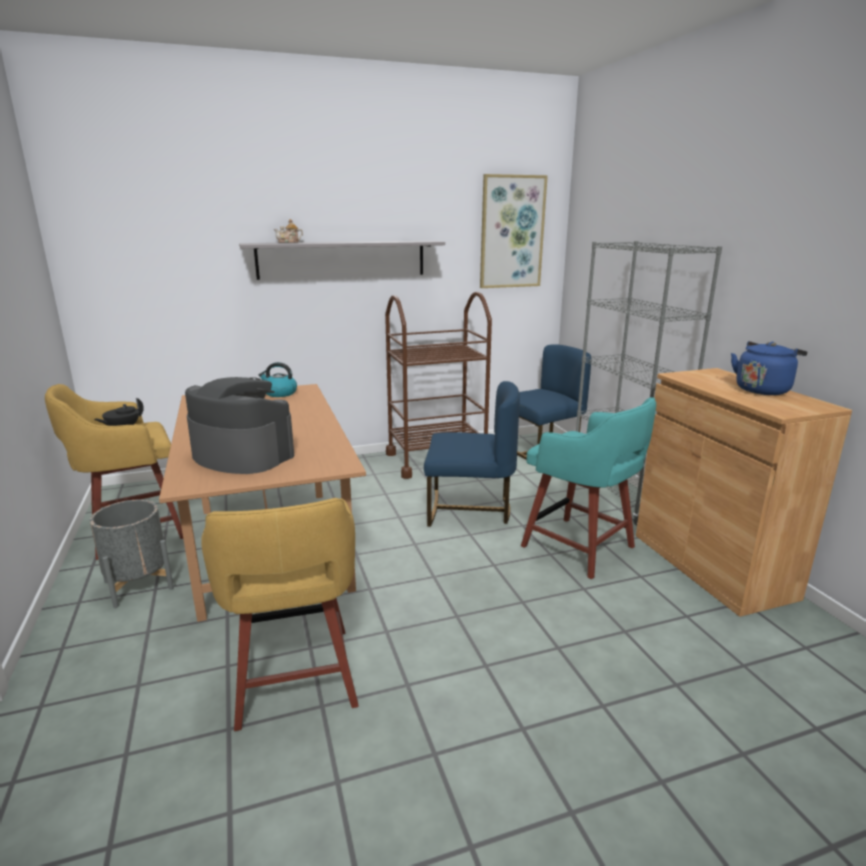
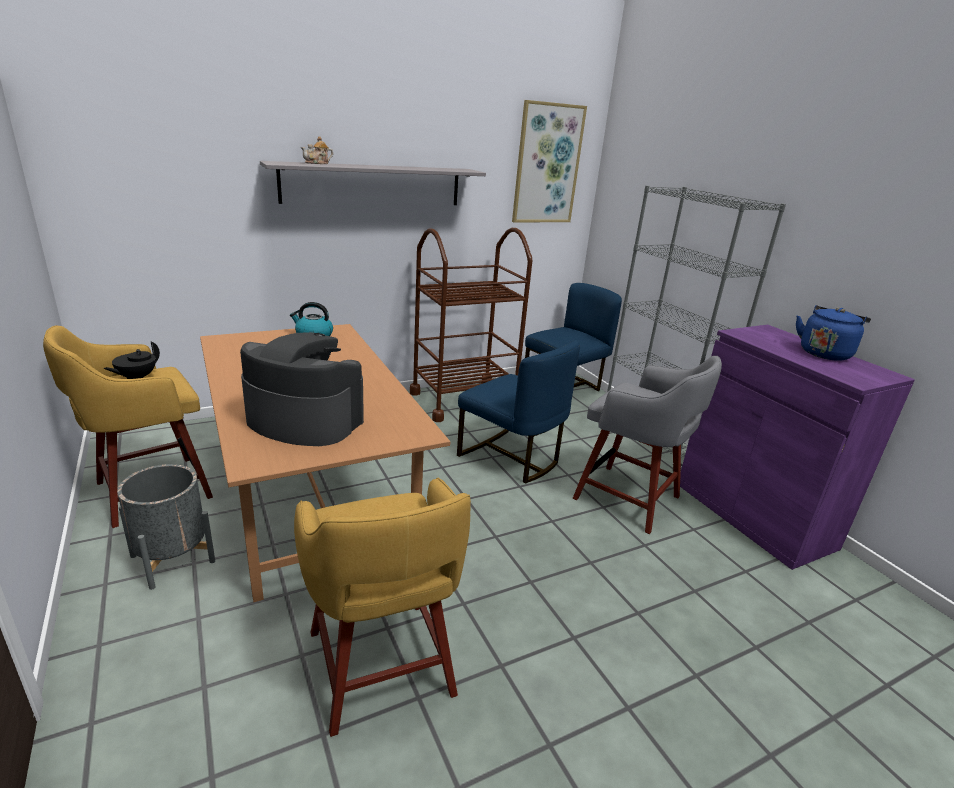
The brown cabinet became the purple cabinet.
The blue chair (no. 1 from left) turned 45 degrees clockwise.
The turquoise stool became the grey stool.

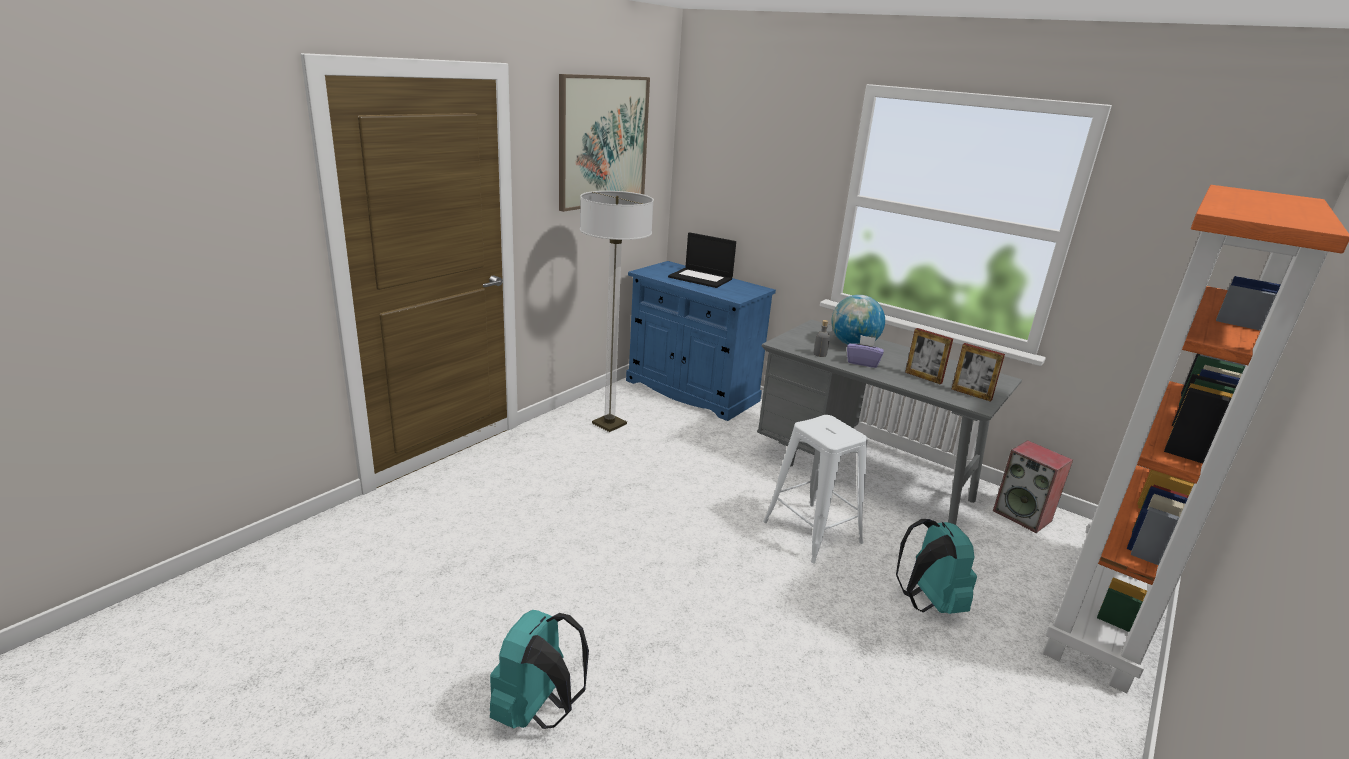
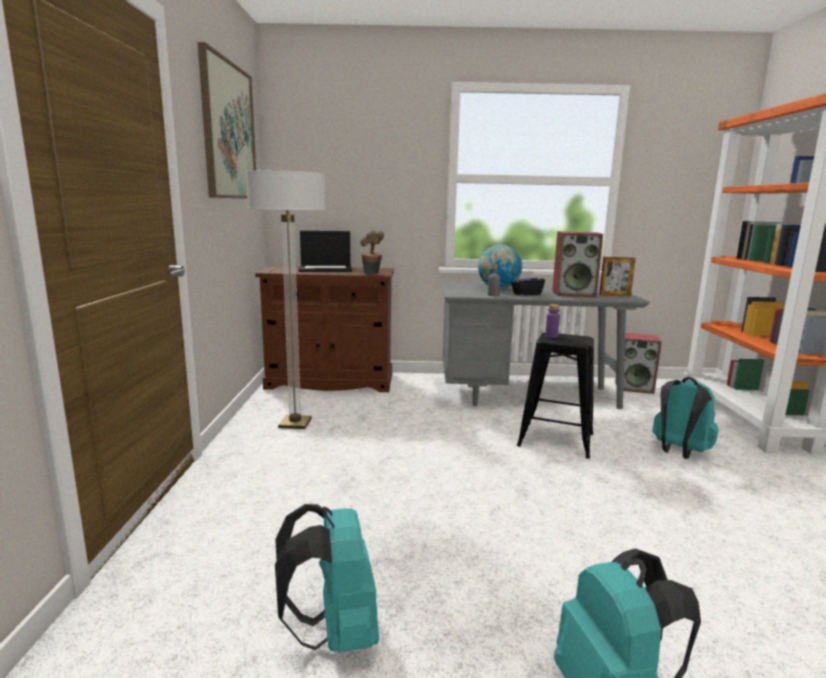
The blue cabinet became the brown cabinet.
The picture frame (no. 1 from left) was replaced by the speaker (no. 1 from left).
The purple tissue box became the black tissue box.
The white stool became the black stool.
The potted plant appeared.
The purple bottle appeared.
The turquoise backpack (no. 1 from left) appeared.

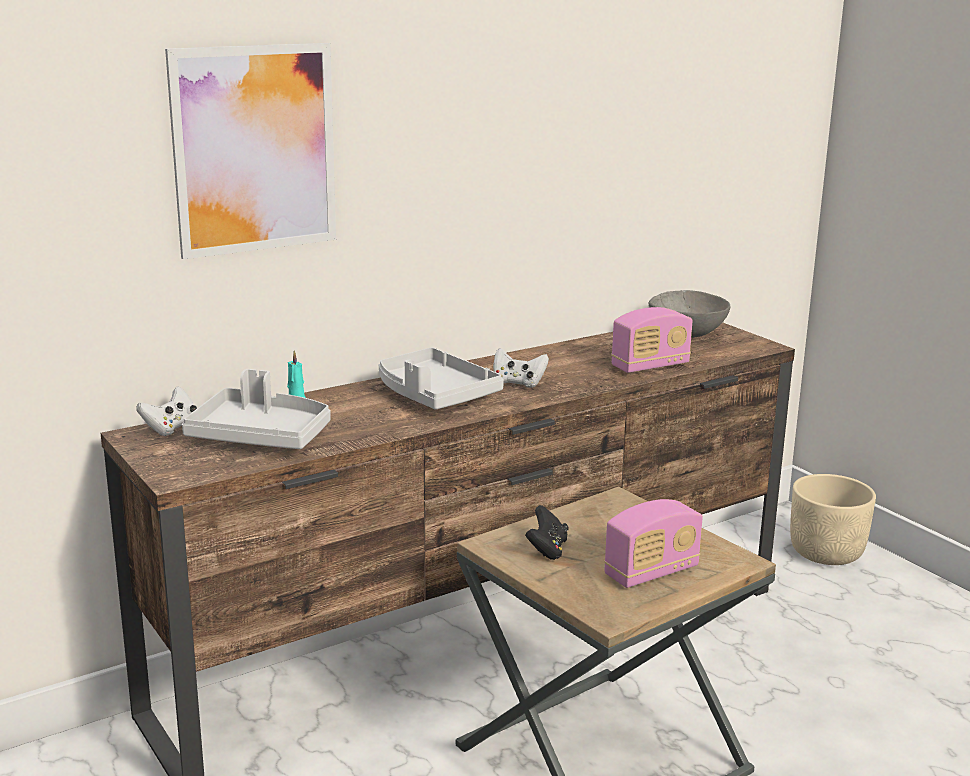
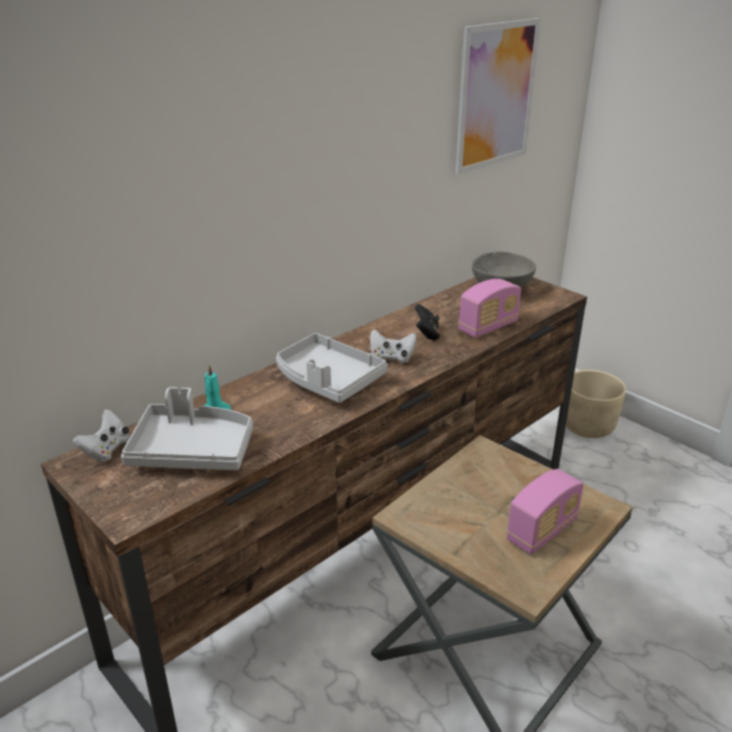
The picture moved.
The black game controller moved.

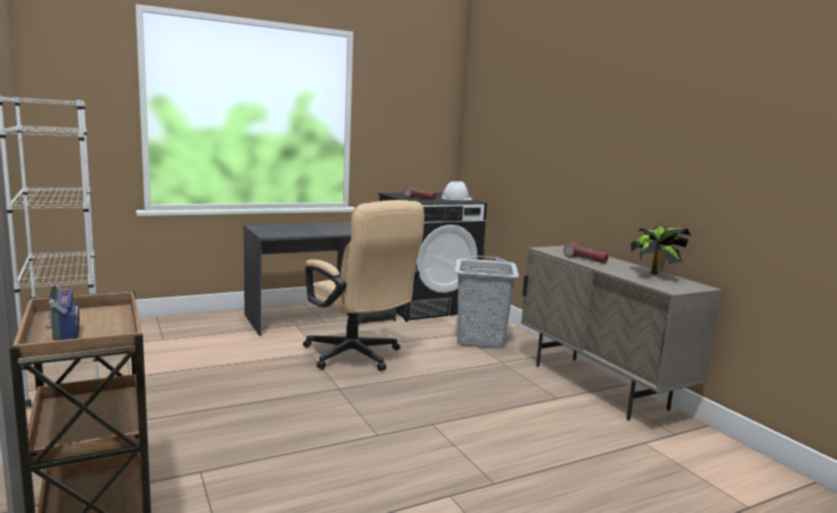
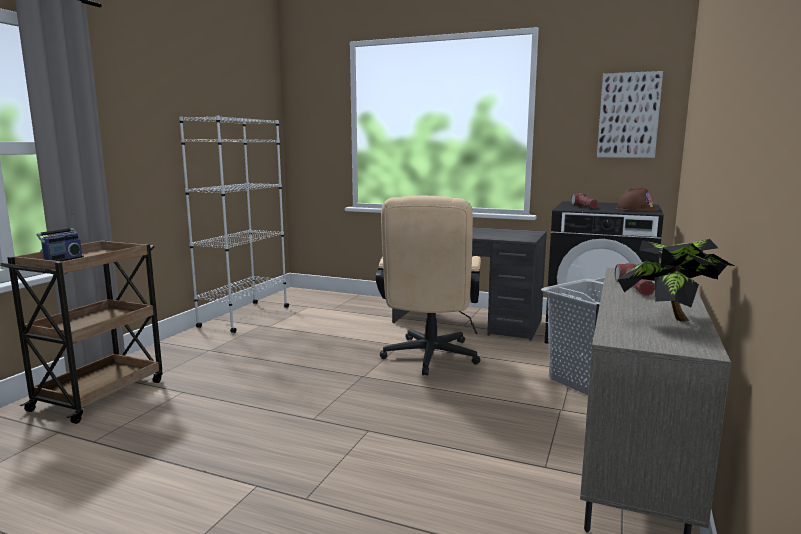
The white hard hat became the brown hard hat.
The picture appeared.

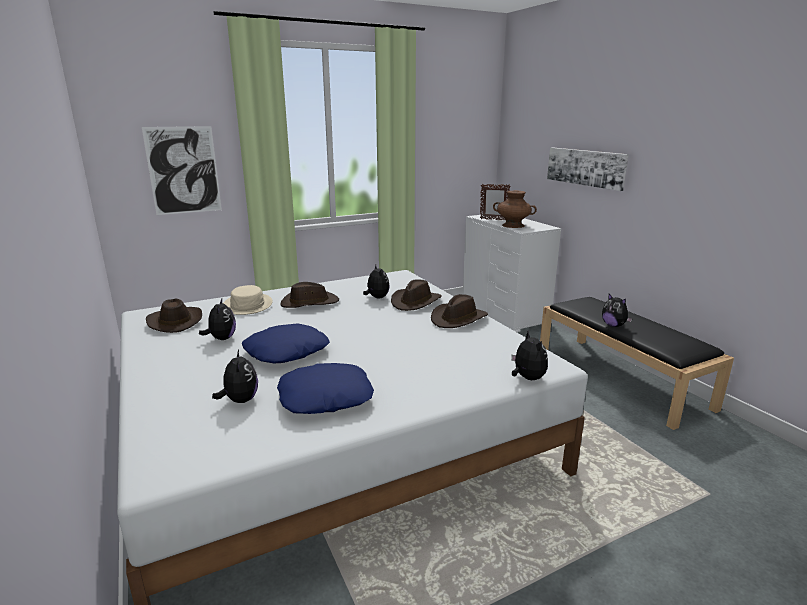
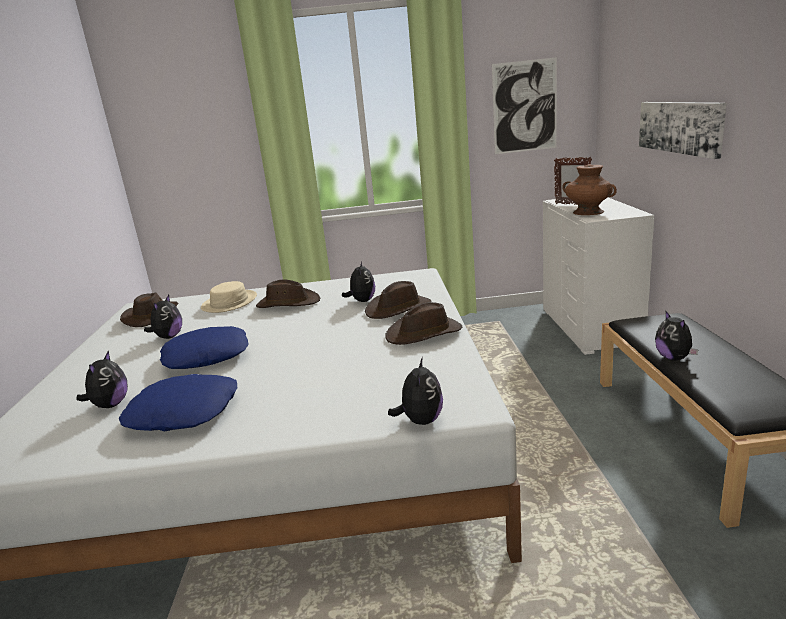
The picture (no. 1 from left) moved.

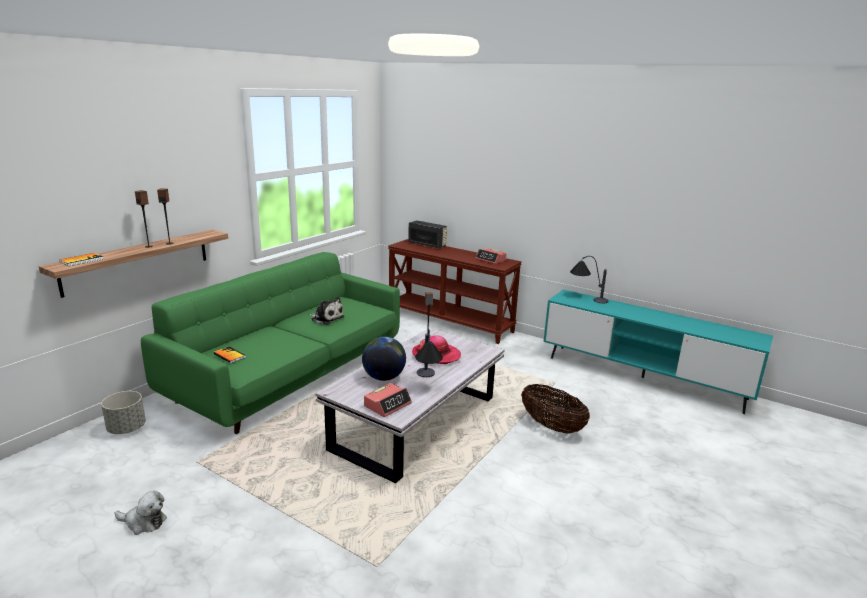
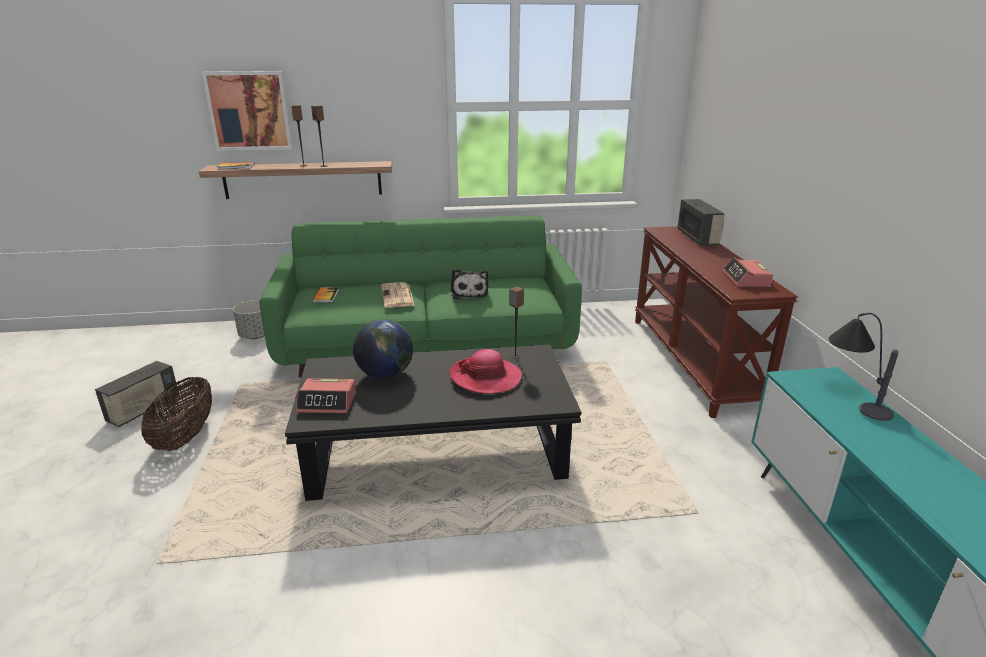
The white coffee table became the black coffee table.
The table lamp (no. 1 from left) disappeared.
The basket moved.
The plush toy (no. 1 from left) was replaced by the radio (no. 1 from left).
The picture appeared.
The newspaper appeared.

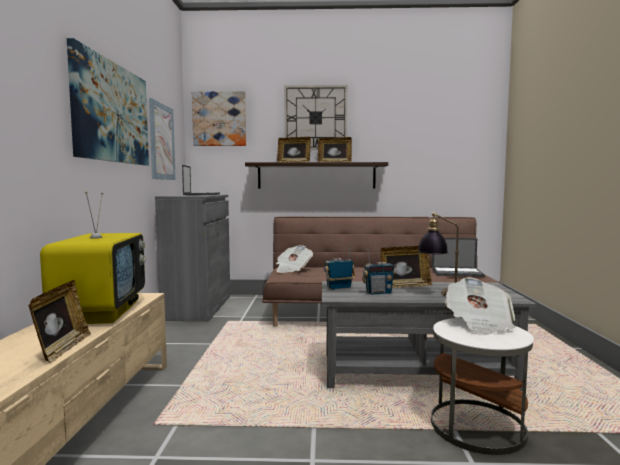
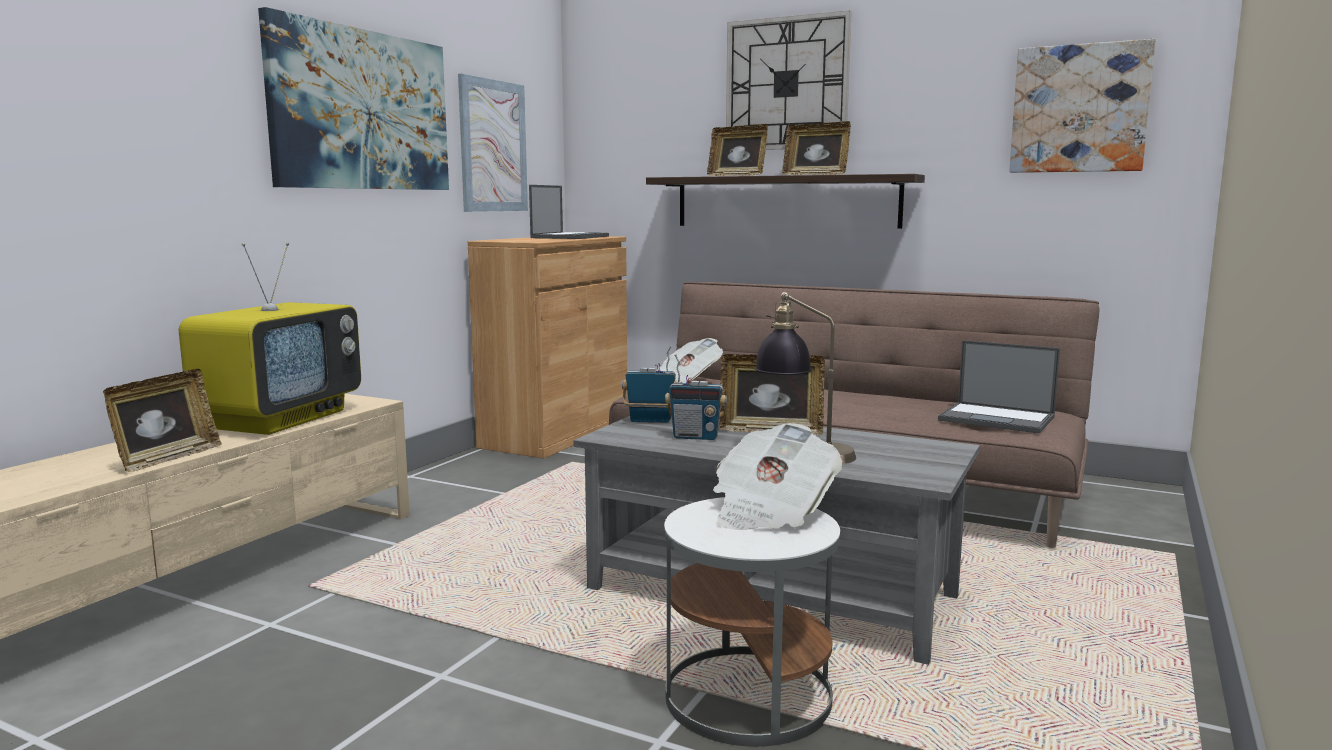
The picture (no. 3 from left) moved.
The grey cabinet became the brown cabinet.

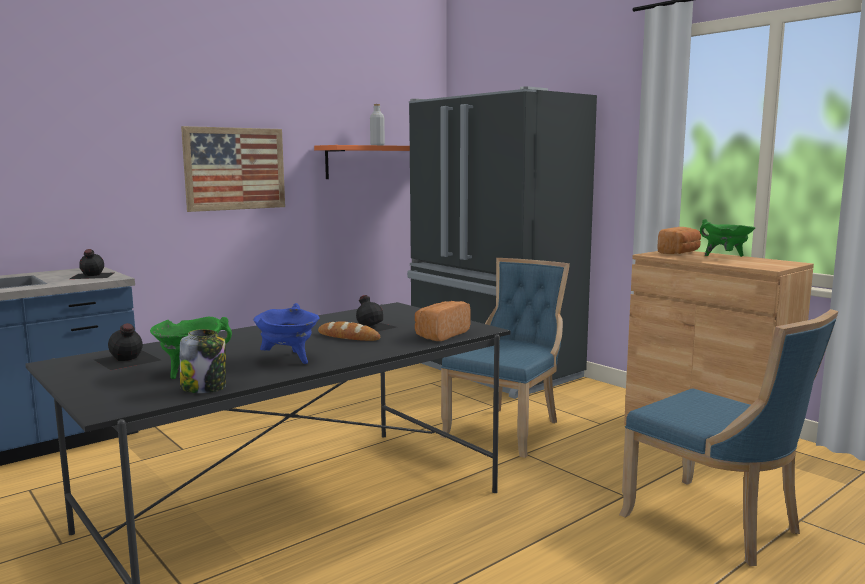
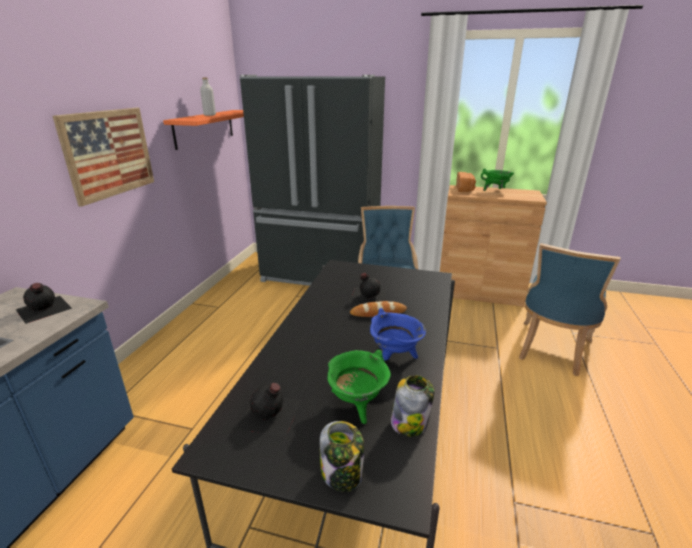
The bread (no. 2 from left) disappeared.
The blue chair (no. 2 from left) turned 105 degrees clockwise.
The jar (no. 1 from left) appeared.

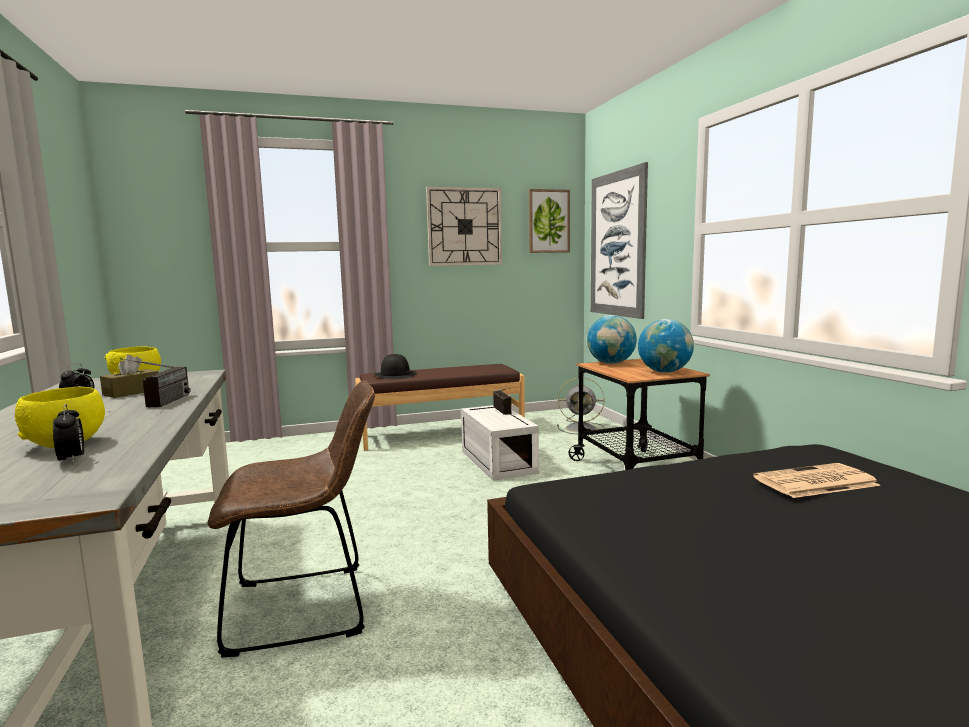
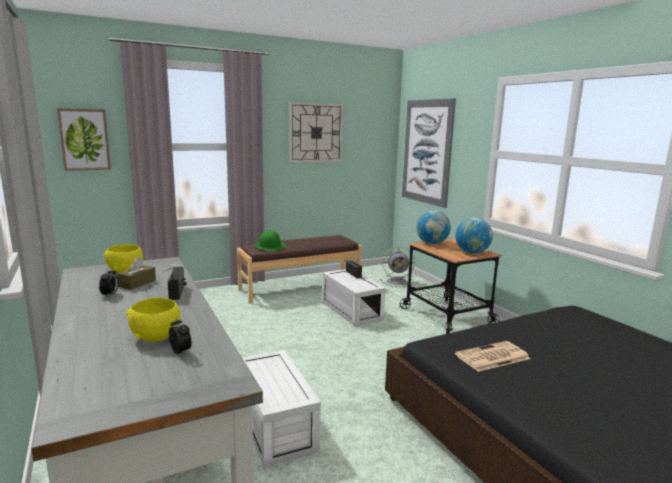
The picture (no. 1 from left) moved.
The black hat became the green hat.
The brown chair was replaced by the white storage box (no. 1 from left).
The newspaper moved.

